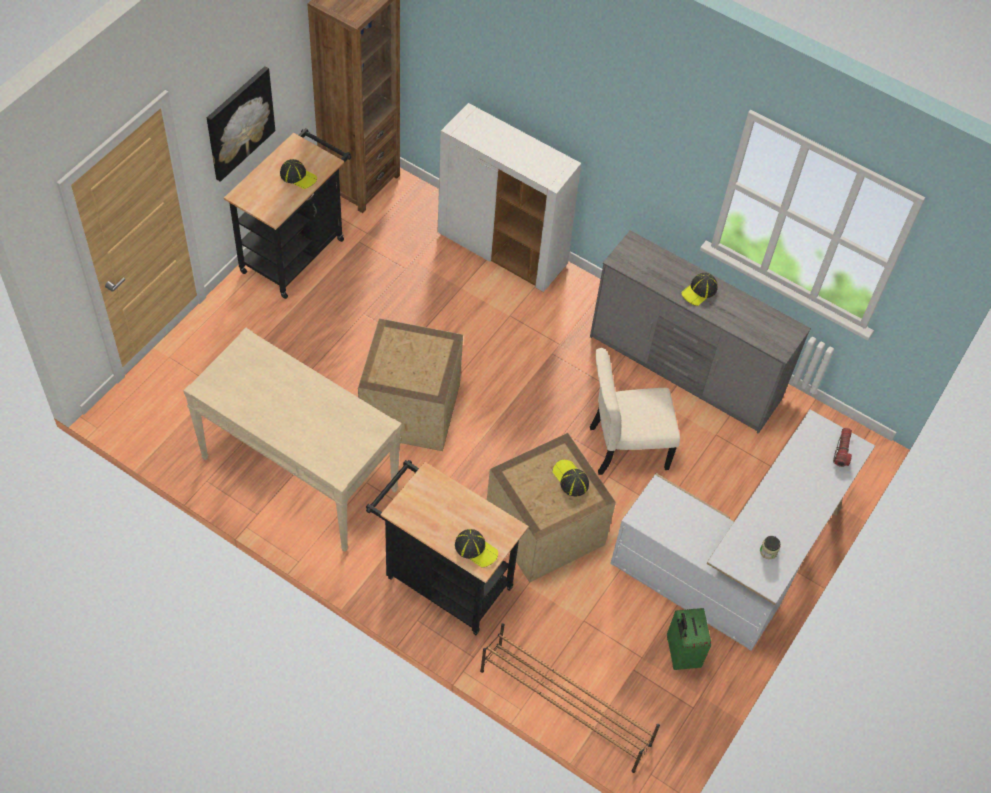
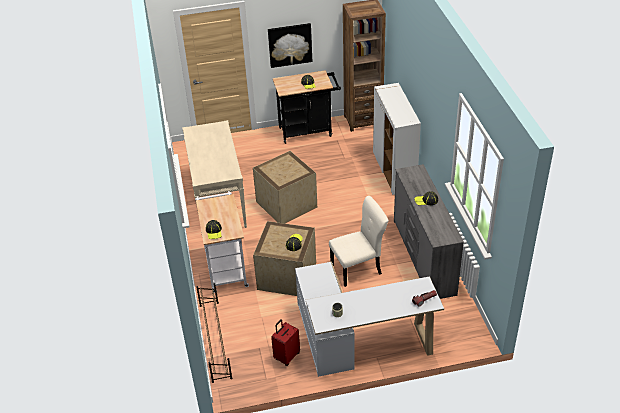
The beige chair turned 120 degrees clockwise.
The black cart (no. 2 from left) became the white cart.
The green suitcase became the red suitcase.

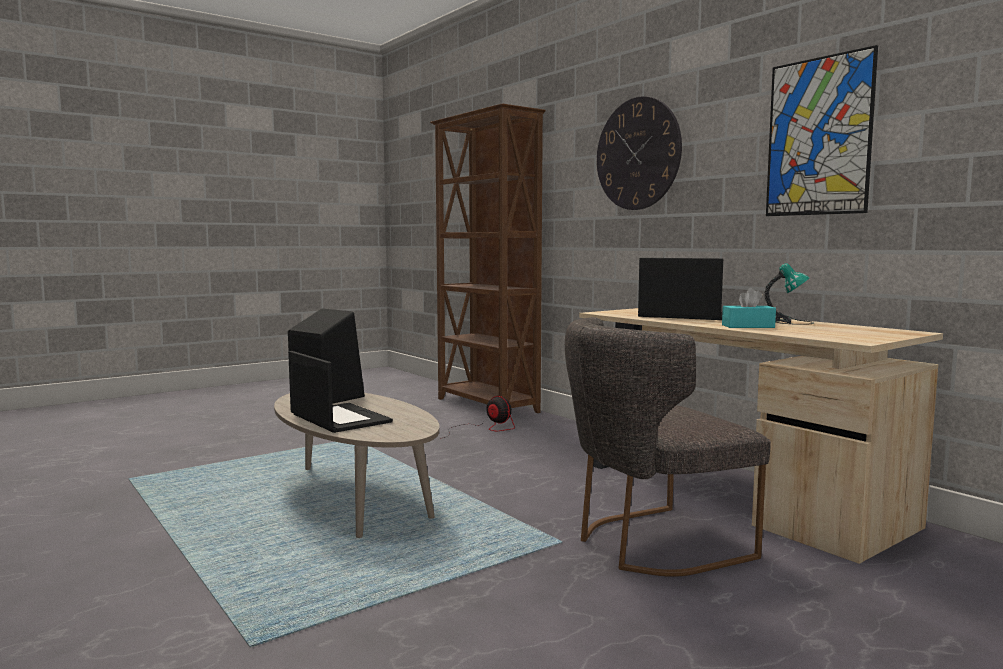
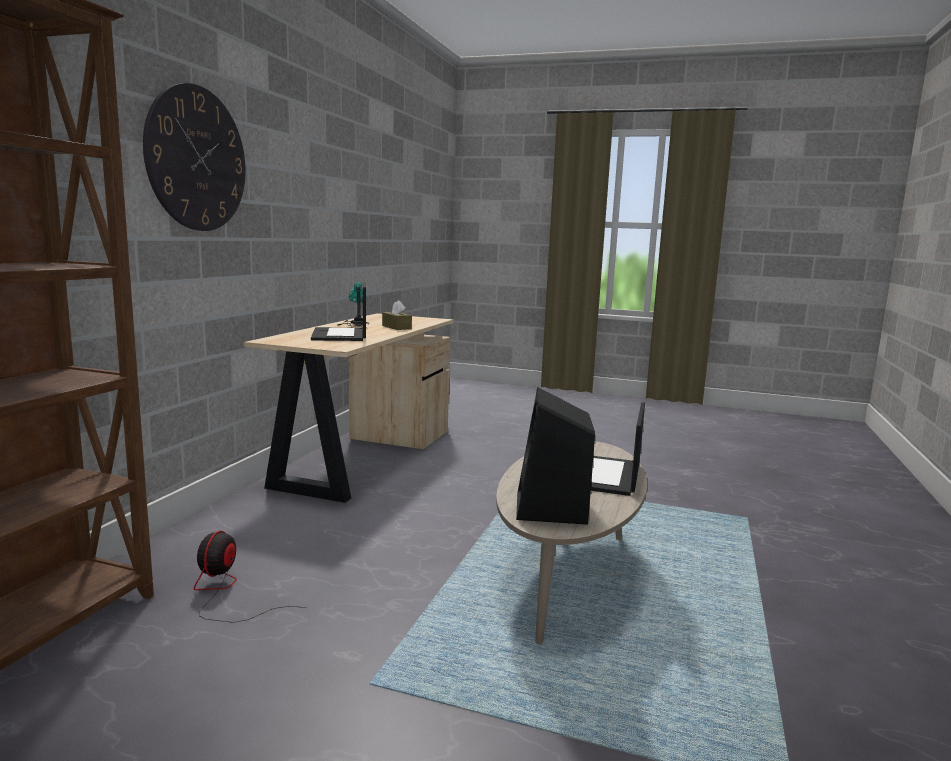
The picture disappeared.
The turquoise tissue box became the brown tissue box.
The grey chair disappeared.

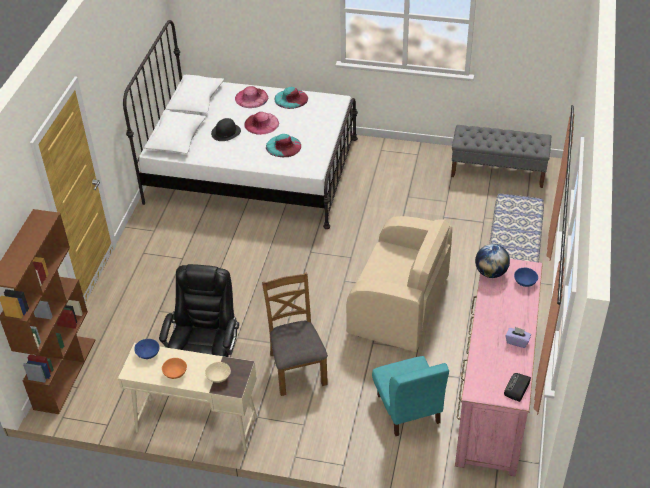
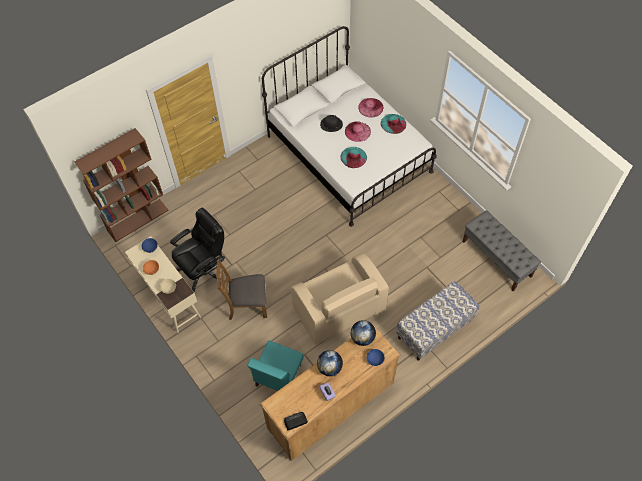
The pink dresser became the brown dresser.
The brown chair turned 120 degrees counterclockwise.
The globe (no. 1 from left) appeared.

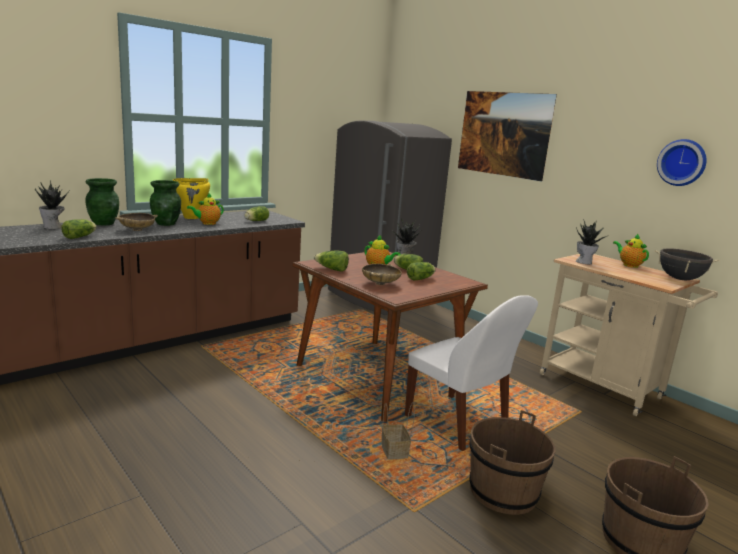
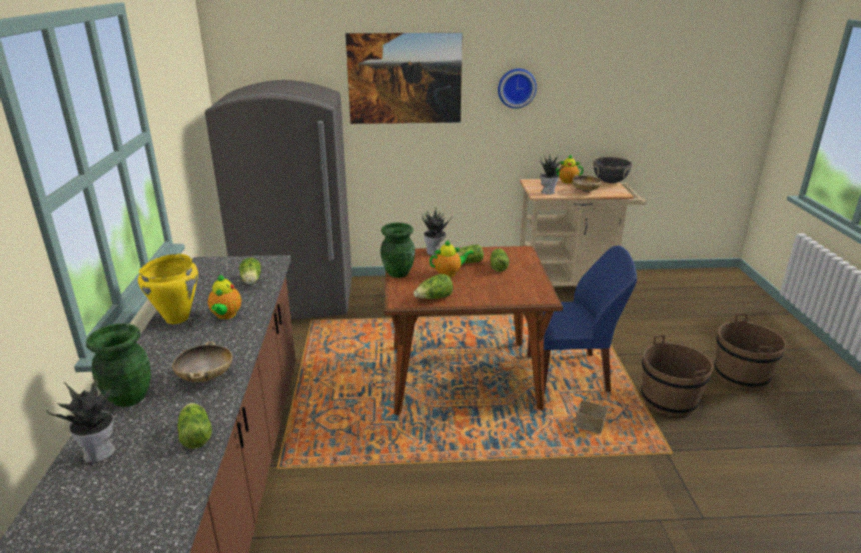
The wall clock moved.
The green vase (no. 2 from left) moved.
The beige bowl (no. 2 from left) moved.
The white chair became the blue chair.

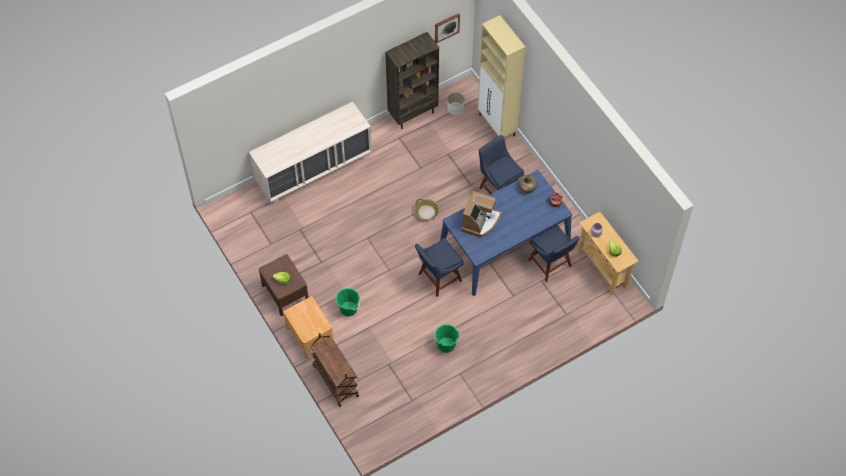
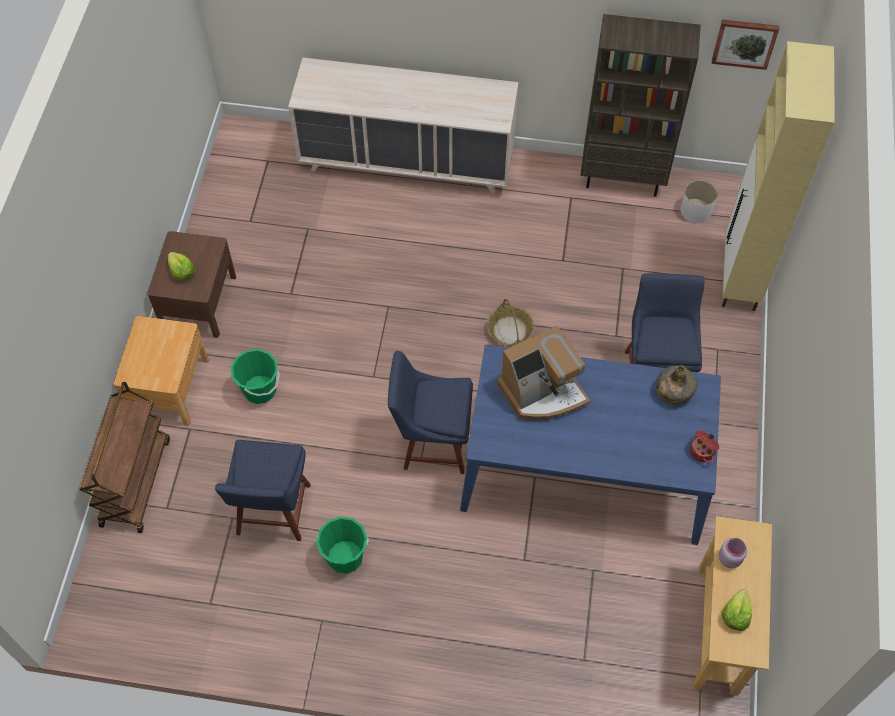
The blue chair (no. 3 from left in the first image) moved.

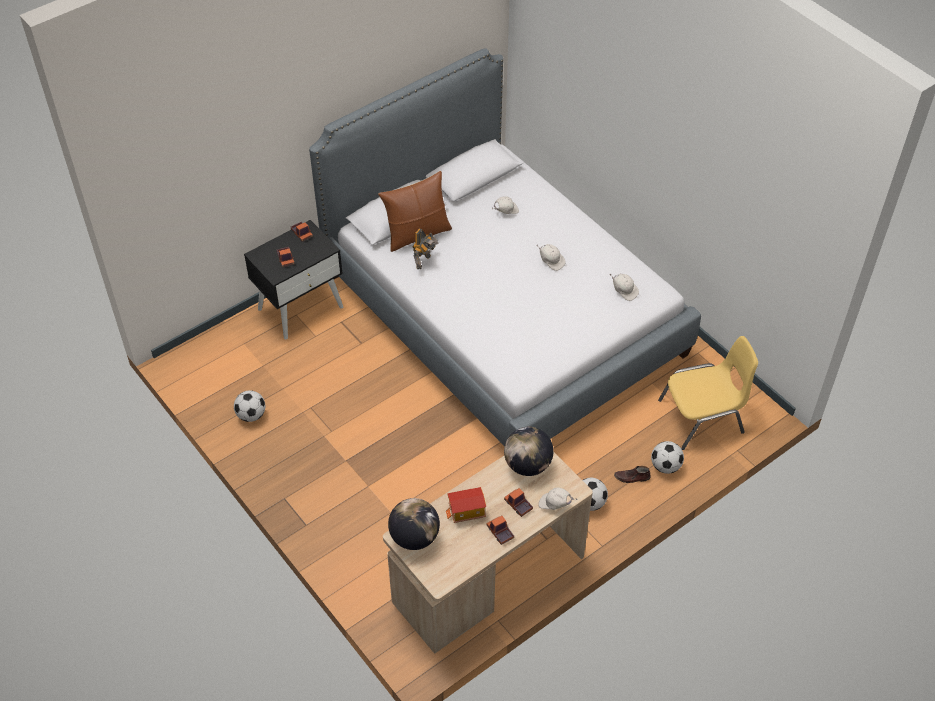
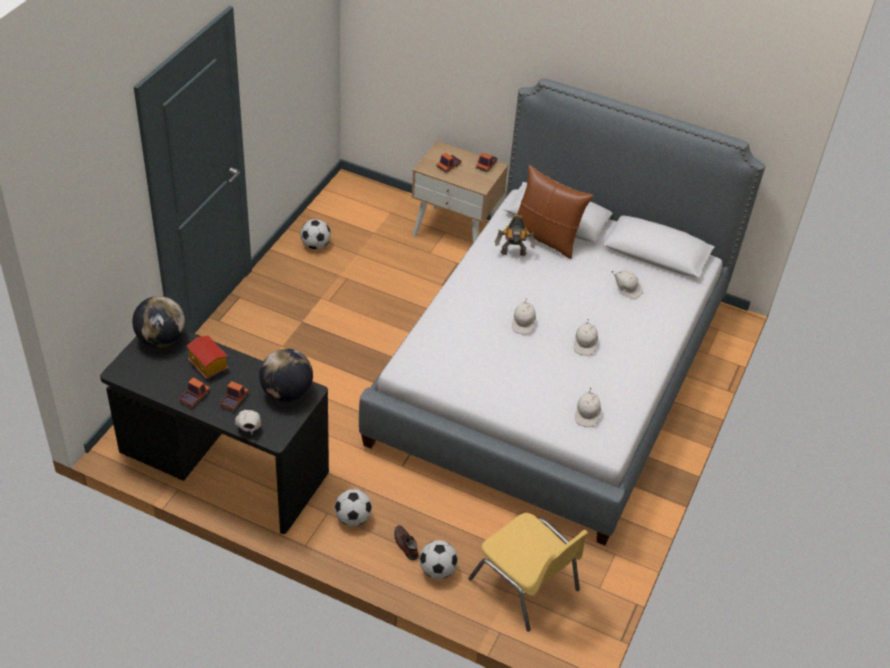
The black nightstand became the beige nightstand.
The beige desk became the black desk.
The white cap (no. 2 from left) appeared.

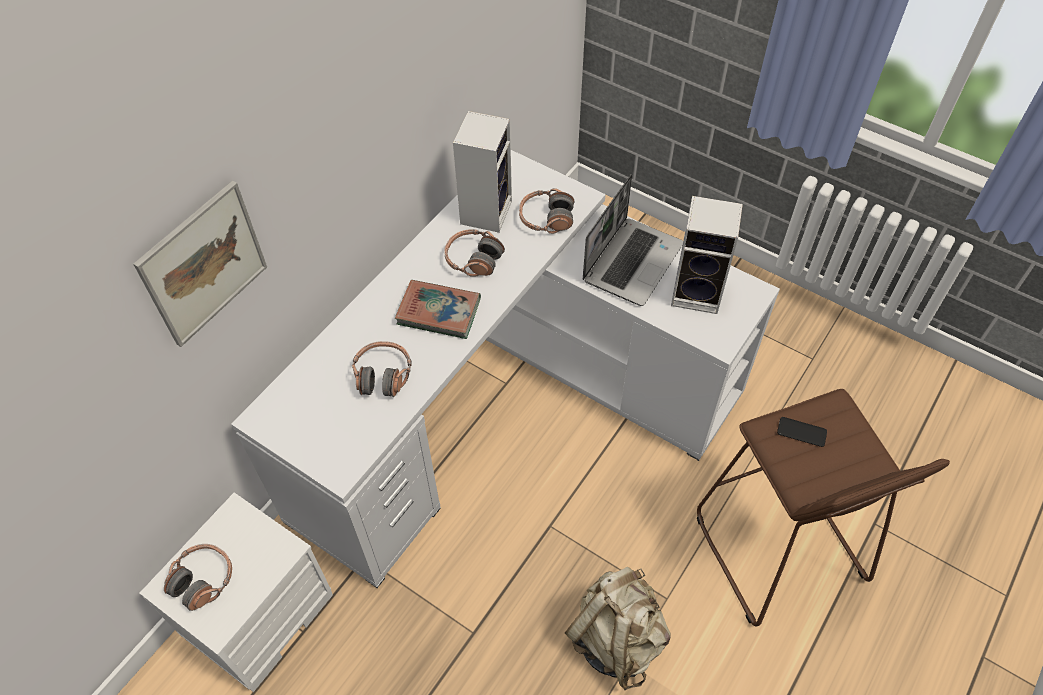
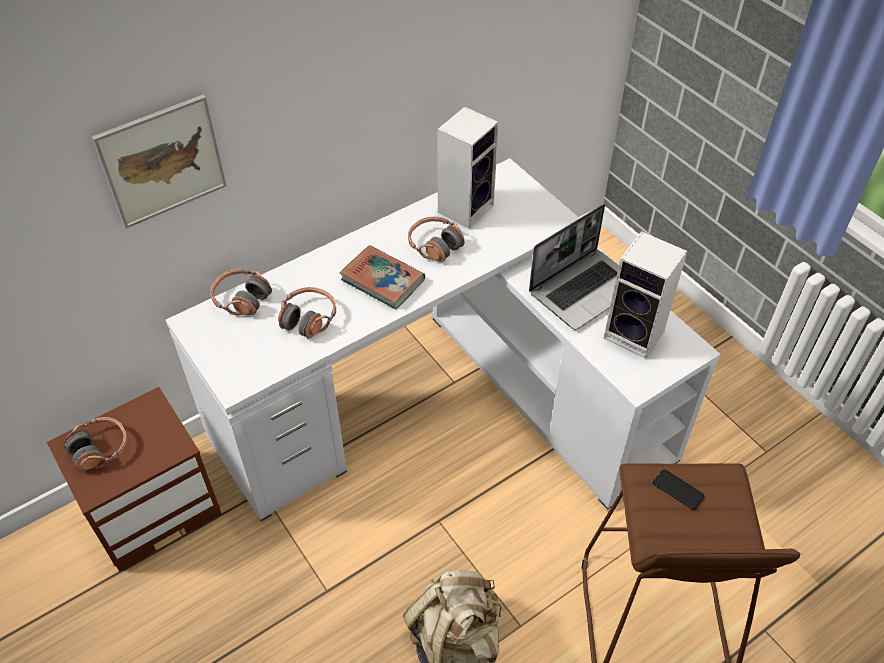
The headphones (no. 4 from left in the first image) moved.
The white nightstand became the brown nightstand.

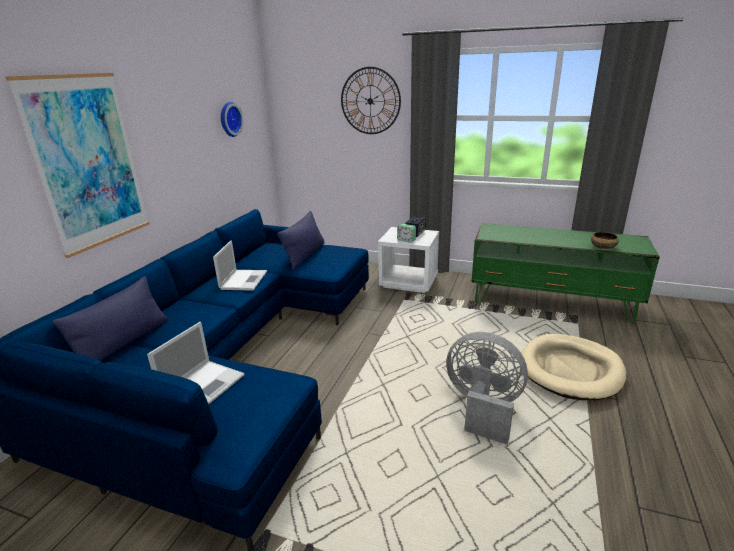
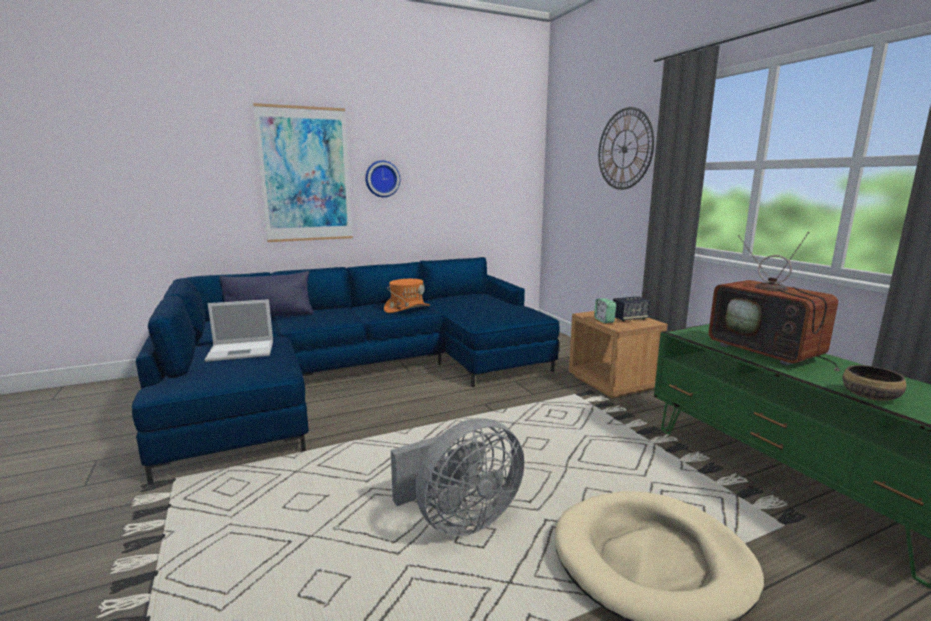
The wall clock (no. 1 from left) moved.
The blue pillow (no. 2 from left) disappeared.
The white nightstand became the brown nightstand.
The laptop (no. 2 from left) was replaced by the orange hat.
The grey fan turned 75 degrees clockwise.
The television appeared.

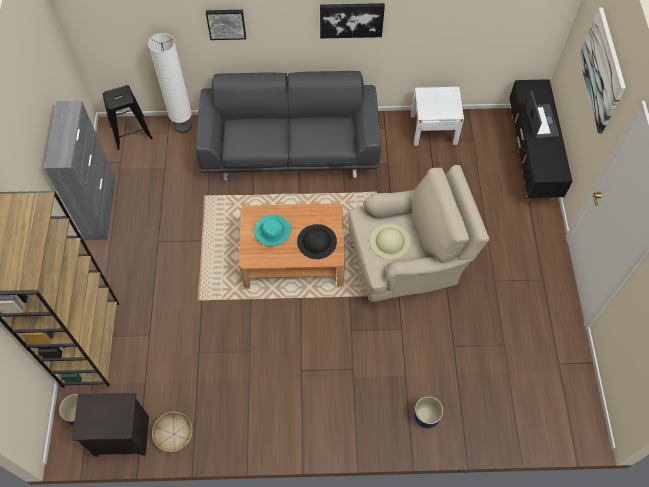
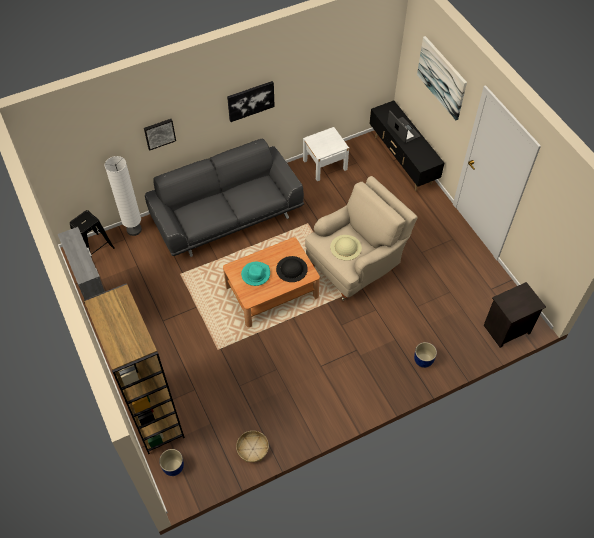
The black nightstand moved.

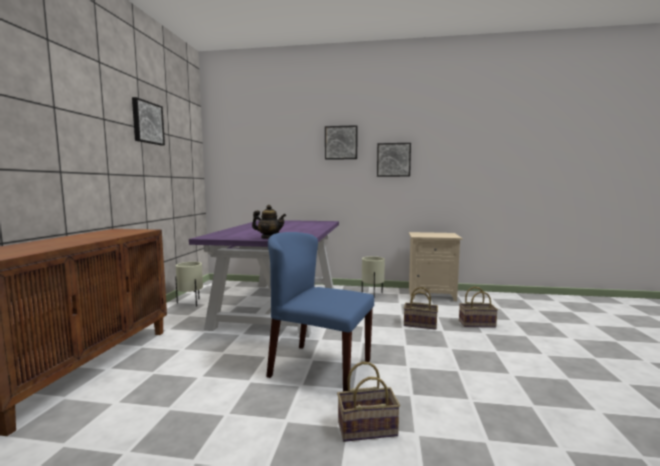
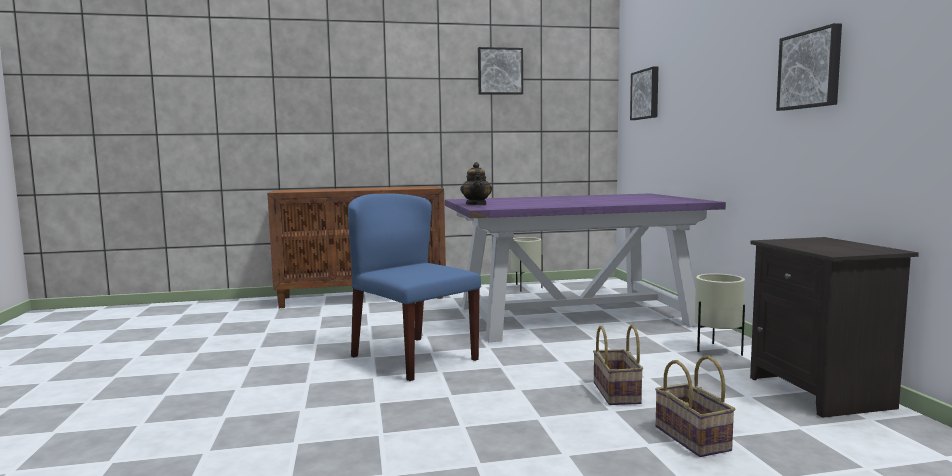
The picture (no. 2 from left) moved.
The blue chair turned 45 degrees counterclockwise.
The beige nightstand became the black nightstand.
The basket (no. 1 from left) disappeared.

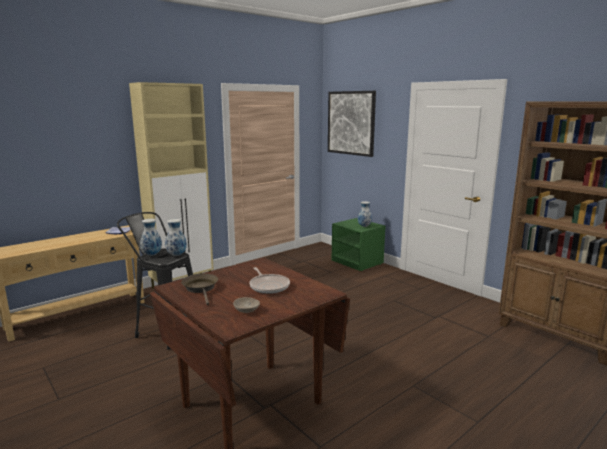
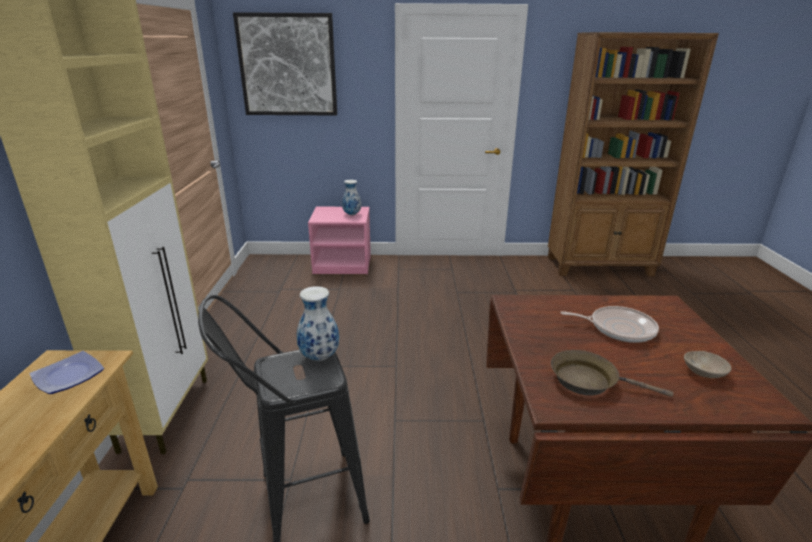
The green nightstand became the pink nightstand.
The vase (no. 1 from left) disappeared.

